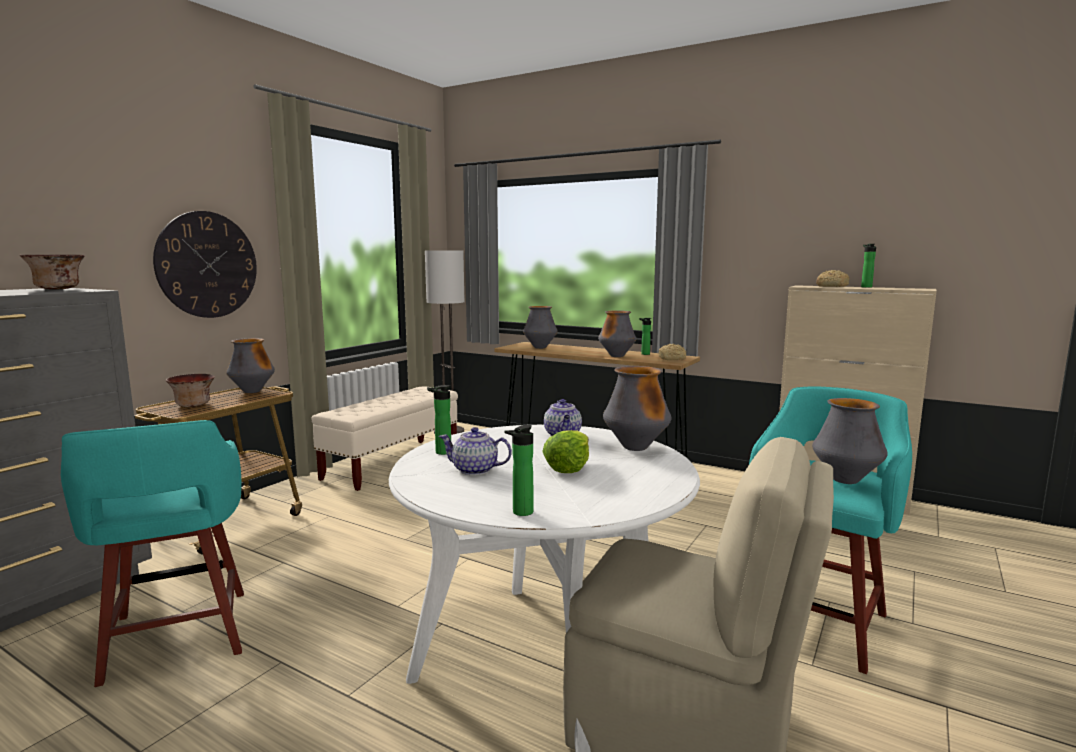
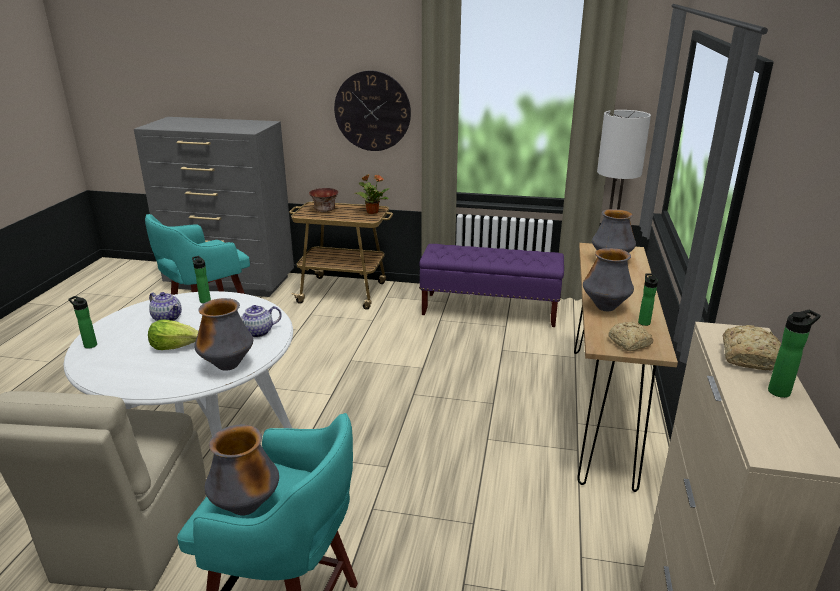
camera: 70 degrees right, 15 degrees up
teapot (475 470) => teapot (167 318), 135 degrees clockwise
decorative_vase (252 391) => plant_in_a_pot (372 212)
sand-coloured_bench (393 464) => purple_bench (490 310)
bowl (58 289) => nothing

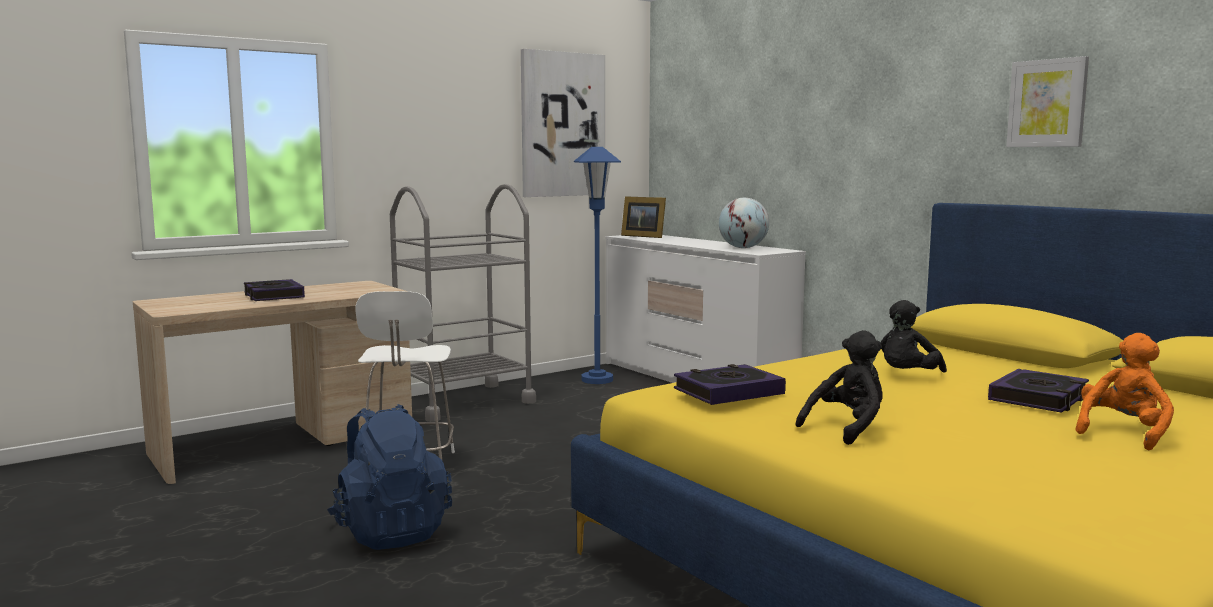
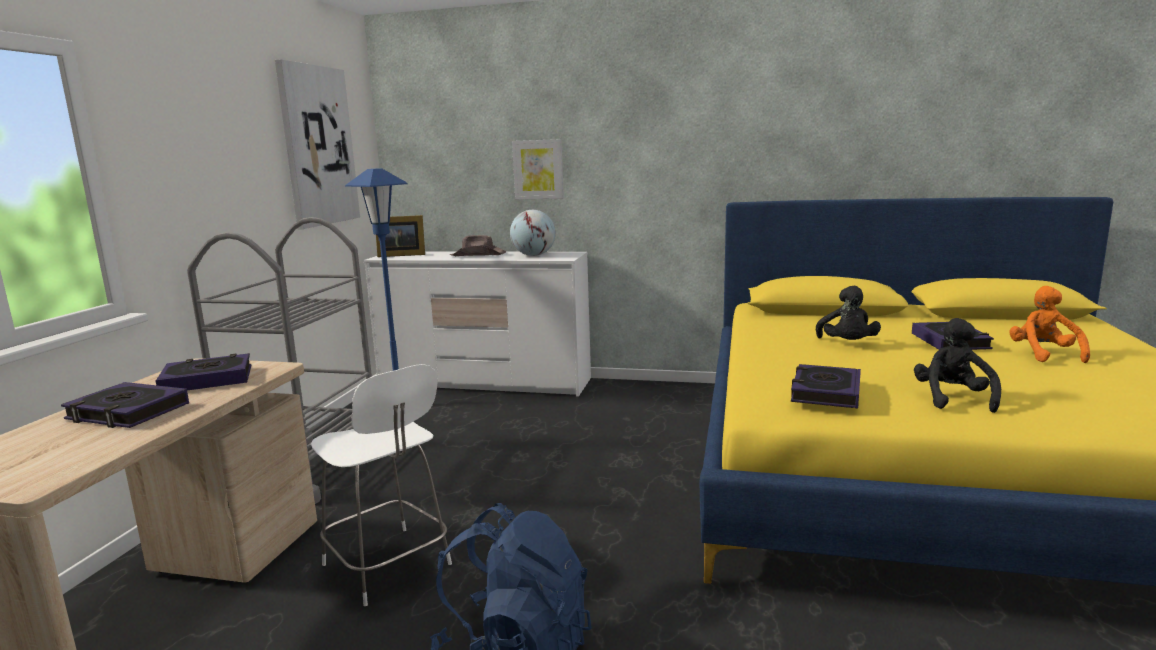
camera: 40 degrees left, 5 degrees up
nothing => bound_book (207 380)
nothing => brownish_wearable_hat (478 255)
wall_picture (1047 103) => wall_picture (538 169), move

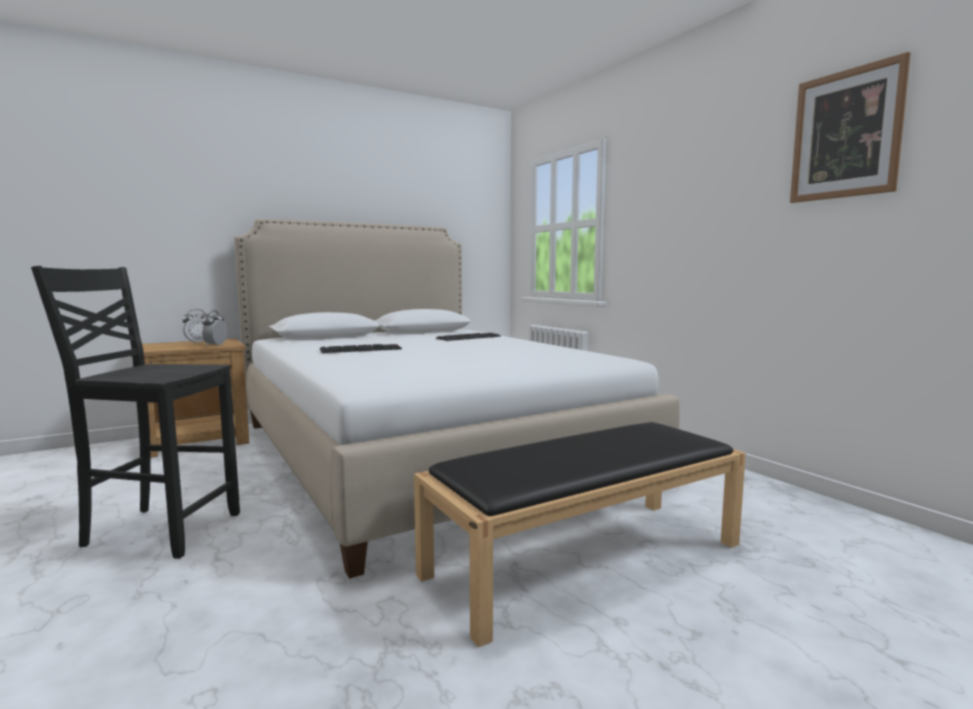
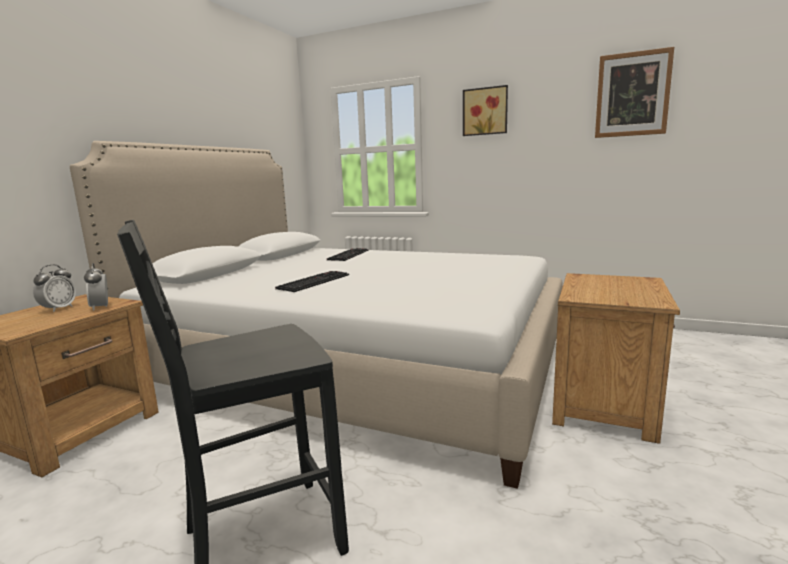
camera: 35 degrees left, 5 degrees up
nothing => wall_picture (485 111)
black_bench (586 558) => brownish_night_table (604 404)

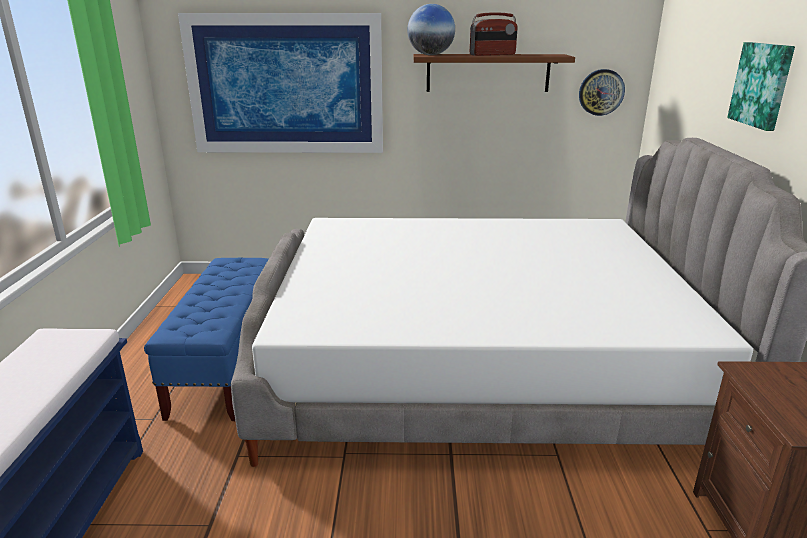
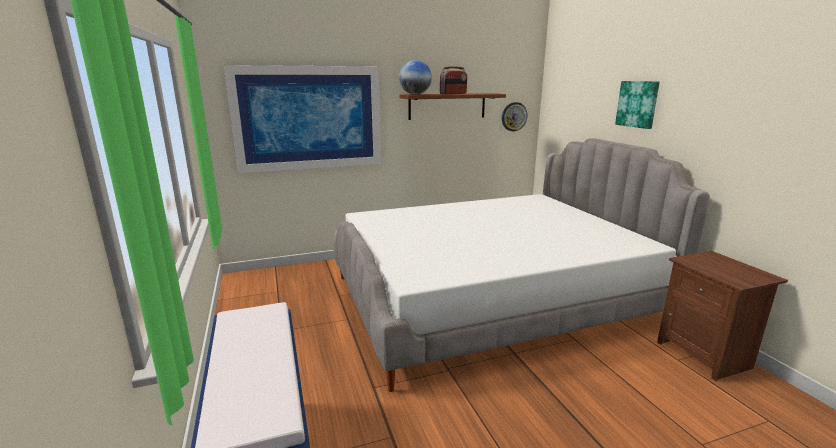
camera: 20 degrees left, 5 degrees down
bluish_bench (228 366) => nothing

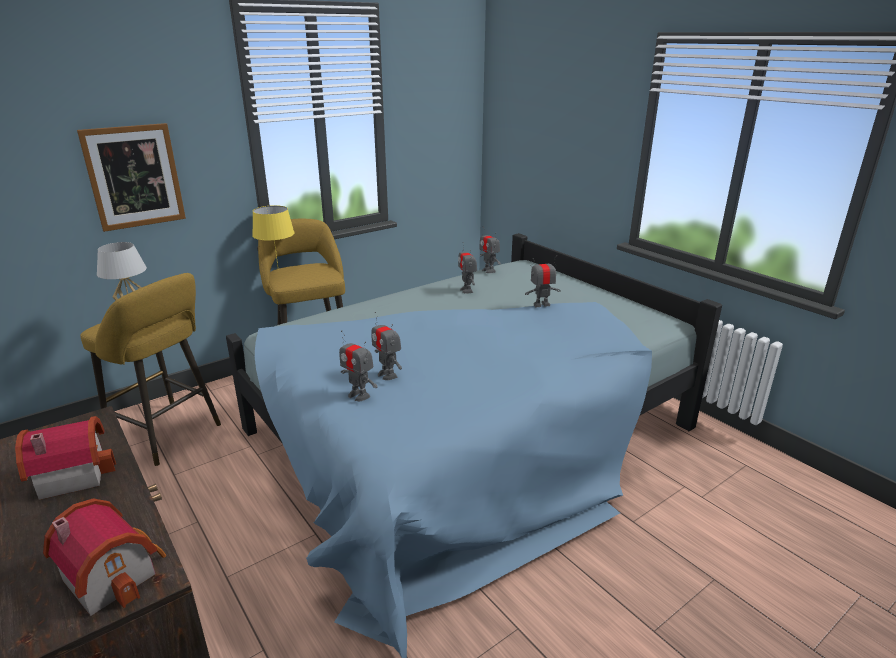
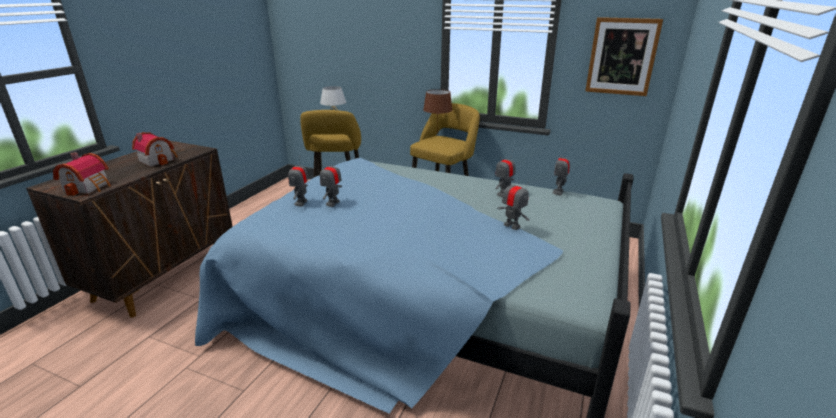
camera: 60 degrees right, 0 degrees up
yellowish_table_lamp (277 269) => brownish_table_lamp (437 135)
wall_picture (134 177) => wall_picture (622 57), move

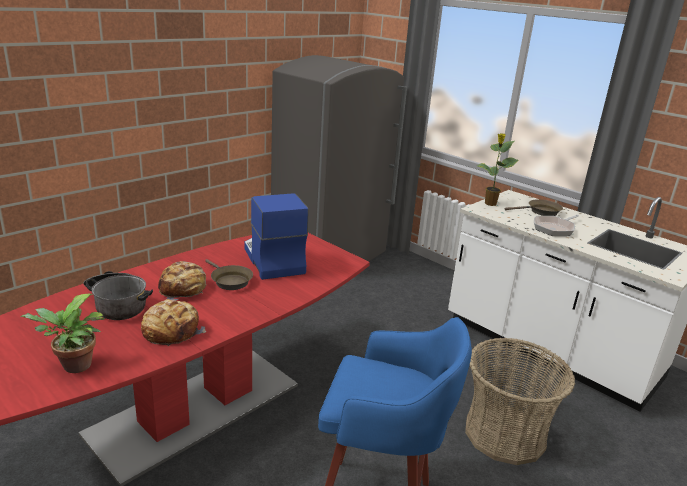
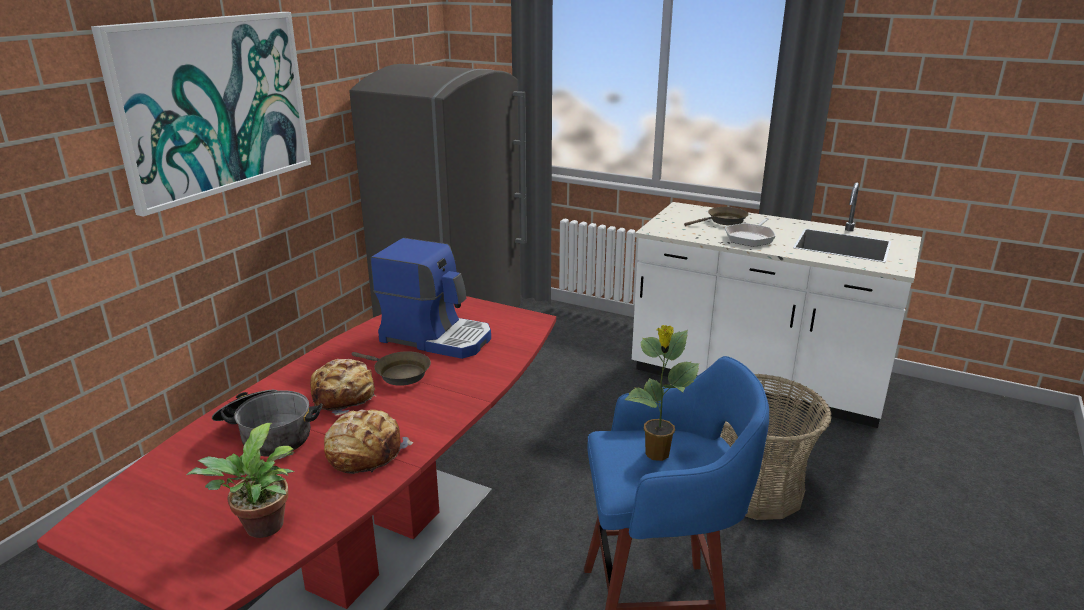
camera: 15 degrees left, 0 degrees up
nothing => wall_picture (214 106)
coffee_machine (272 260) => coffee_machine (437 337), 150 degrees clockwise
plant_in_a_pot (490 204) => plant_in_a_pot (657 454), move

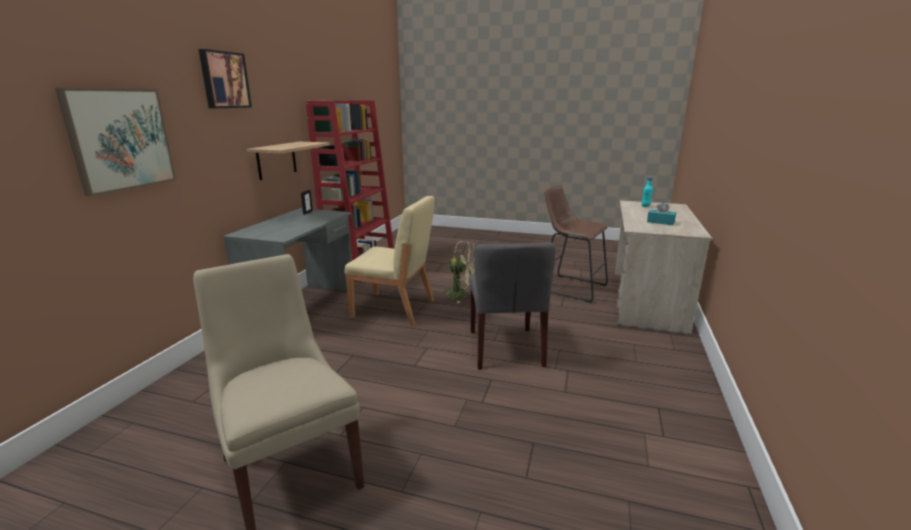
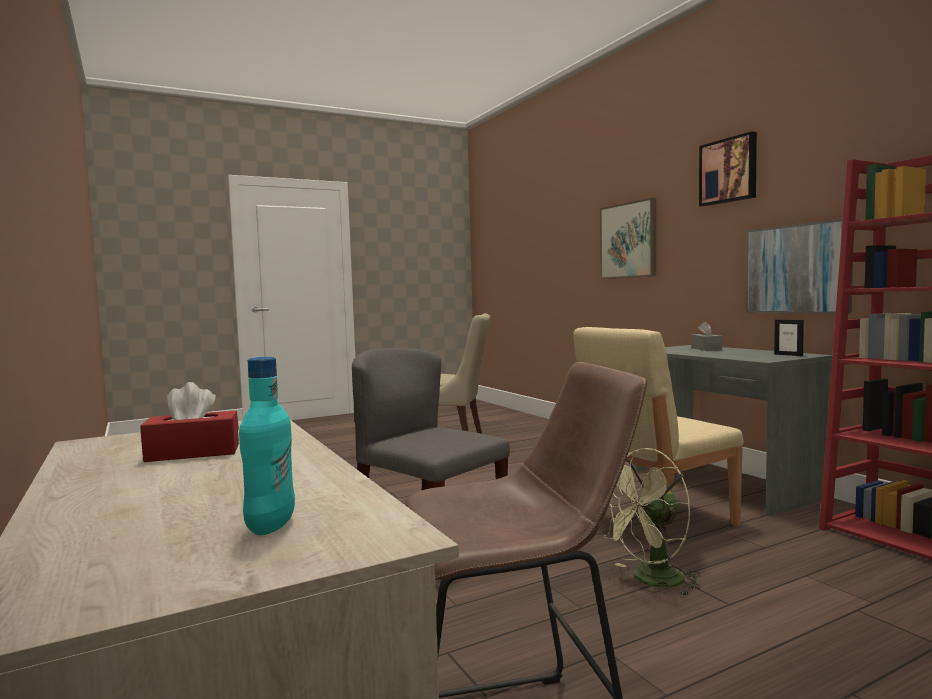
camera: 135 degrees right, 15 degrees down
turquoise_tissue_box (660 222) => red-coloured_tissue_box (193 453)
nothing => greyish_tissue_box (706 349)
bracket_shelf (276 160) => wall_picture (797 269)

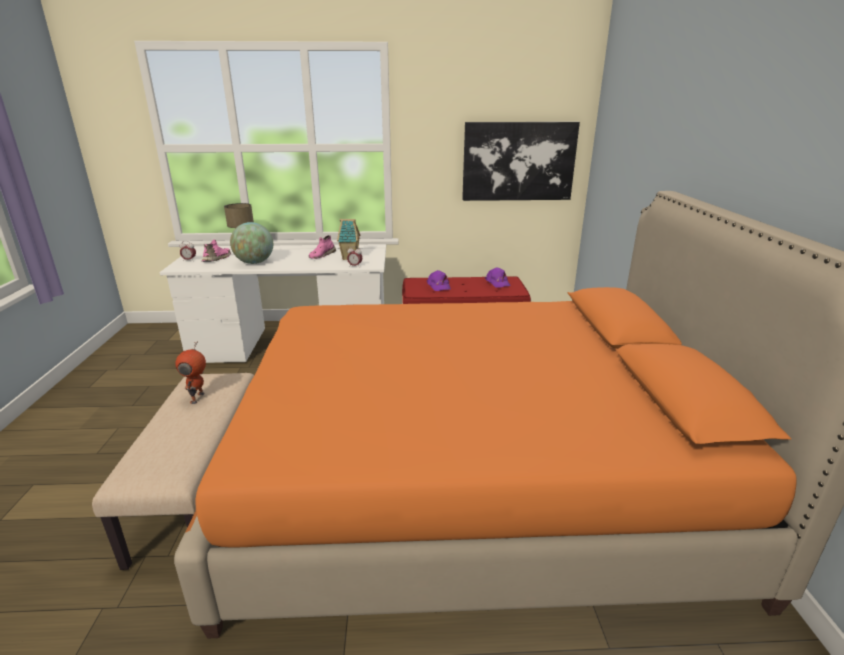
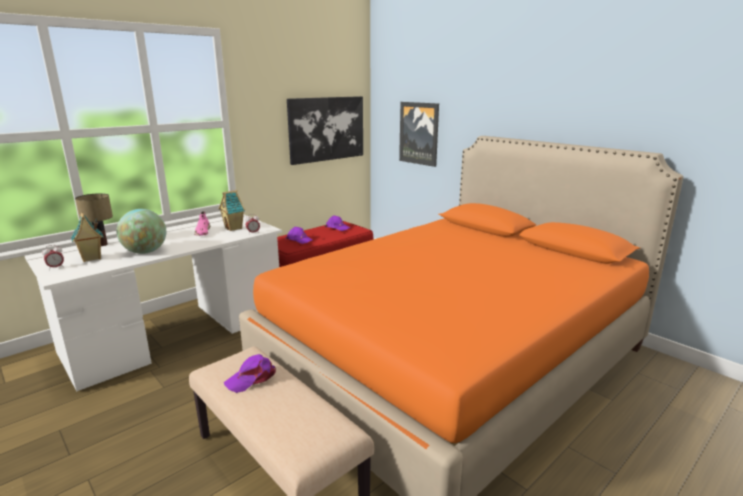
camera: 40 degrees left, 5 degrees down
pinkish_shoe (218 259) => model_house (91 258)
model_robot (198 398) => purple_peaked_cap (252 378)
nothing => wall_picture (419 133)

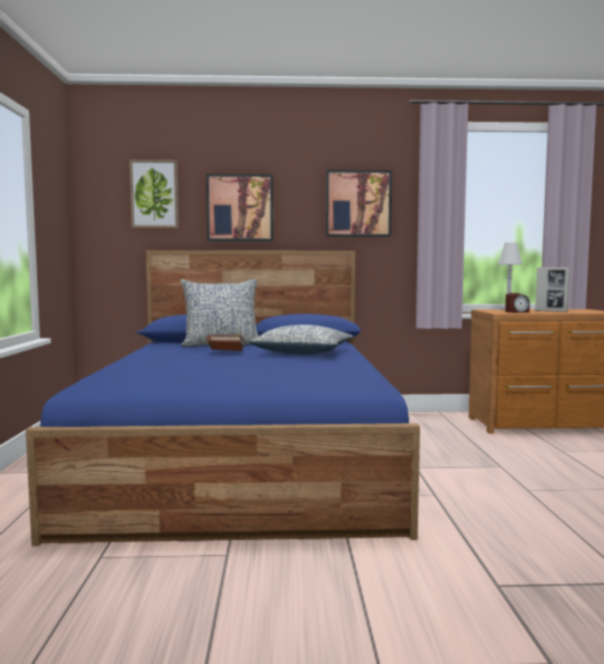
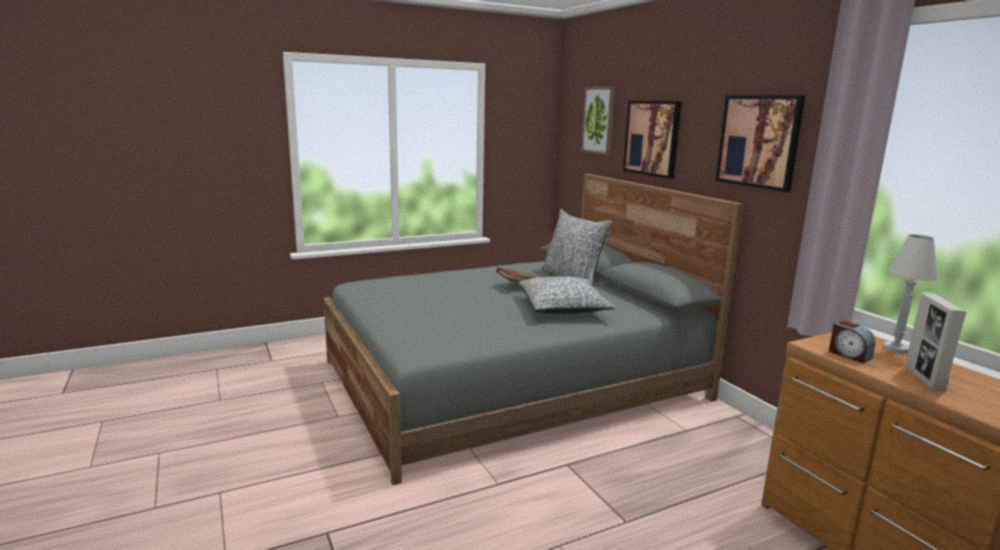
camera: 65 degrees right, 10 degrees up
bluish_bed (245 457) => greyish_bed (513 380)

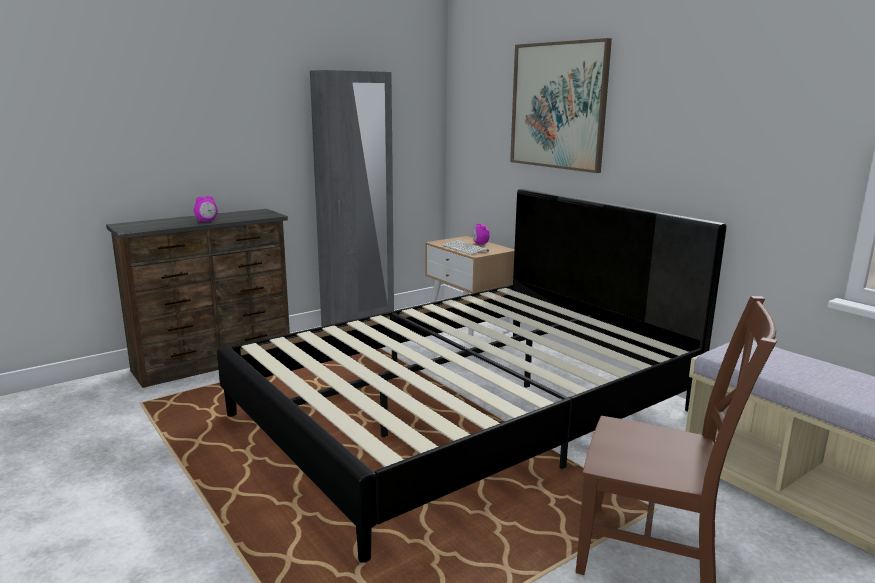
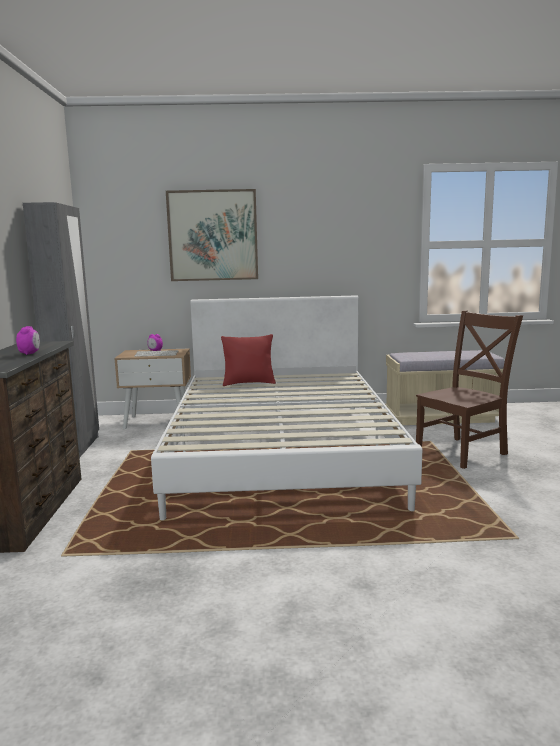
camera: 55 degrees left, 5 degrees down
black_bed (466 413) => whitish_bed (282 451)
nothing => red-coloured_pillow (249 383)

